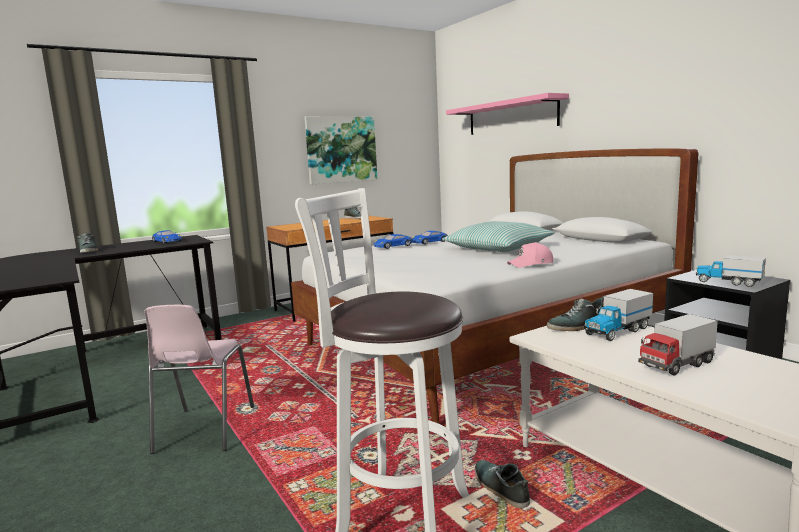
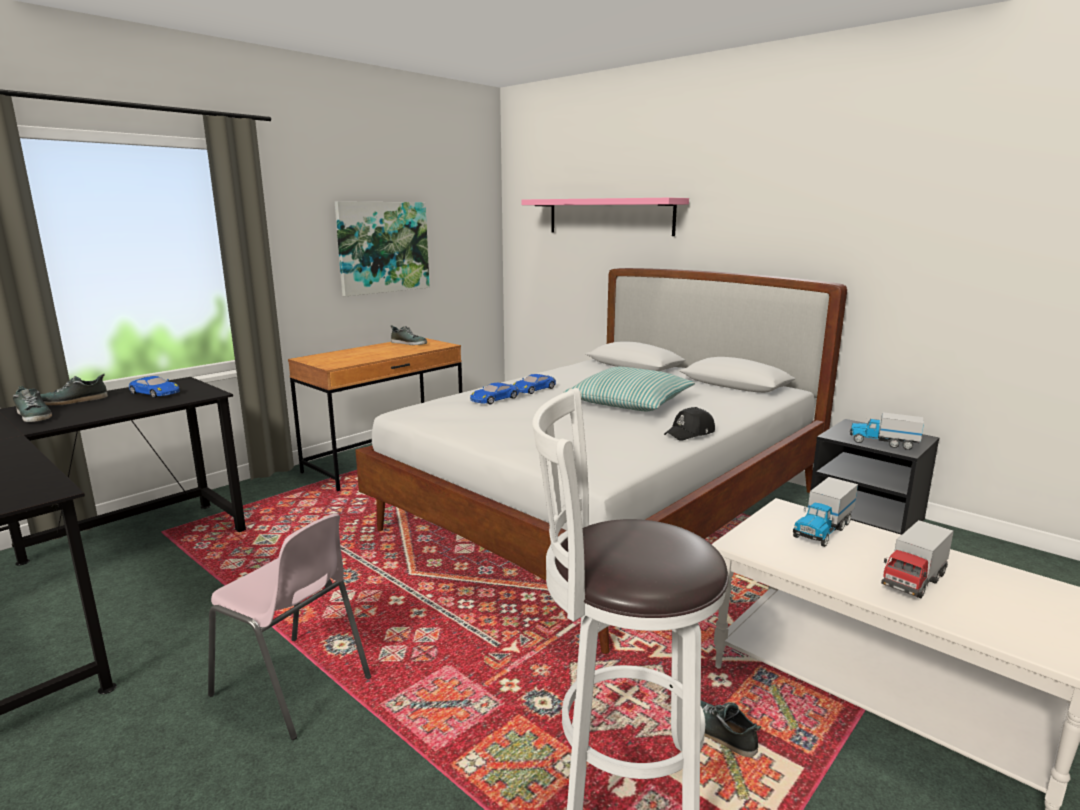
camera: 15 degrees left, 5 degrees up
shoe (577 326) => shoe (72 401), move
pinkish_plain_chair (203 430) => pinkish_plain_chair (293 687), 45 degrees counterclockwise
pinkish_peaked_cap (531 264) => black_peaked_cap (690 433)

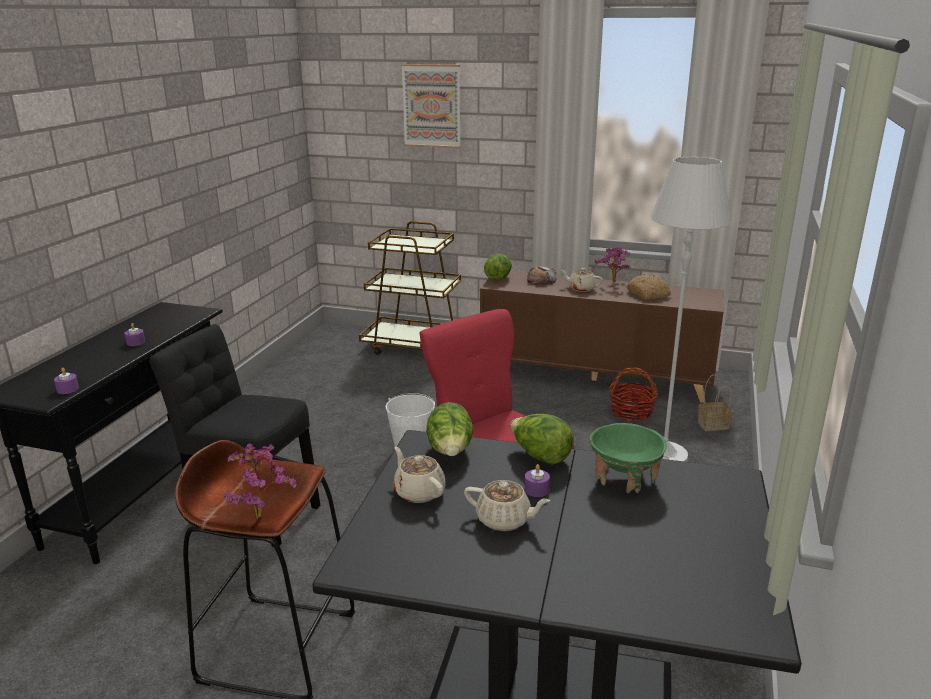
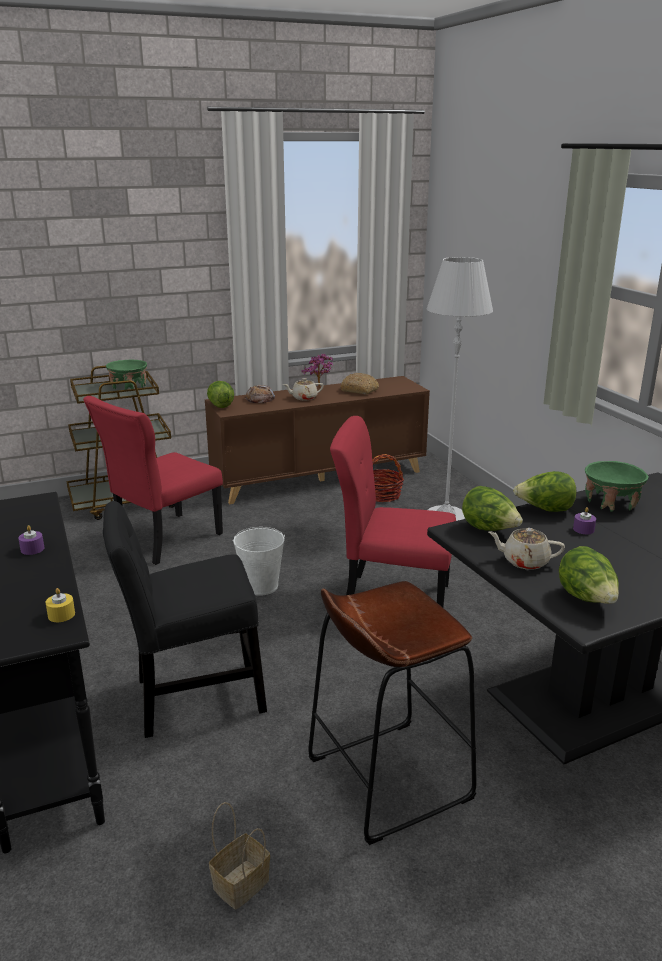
camera: 40 degrees left, 0 degrees up
purple_wax_candle (67 389) => yellowish_wax_candle (61 615)
nothing => red-coloured_plain_chair (164 540)
nothing => greenish_bowl (129 387)
household_basket (712 425) => household_basket (240 886), move
nothing => lettuce (587 599)
plant_in_a_pot (262 513) => nothing
wall_picture (432 106) => nothing
sand-coloured_teapot (504 520) => nothing

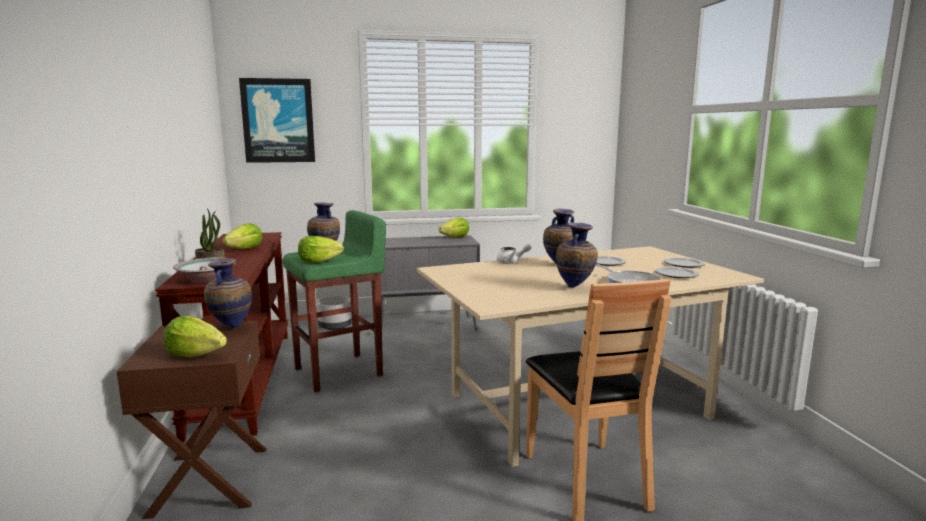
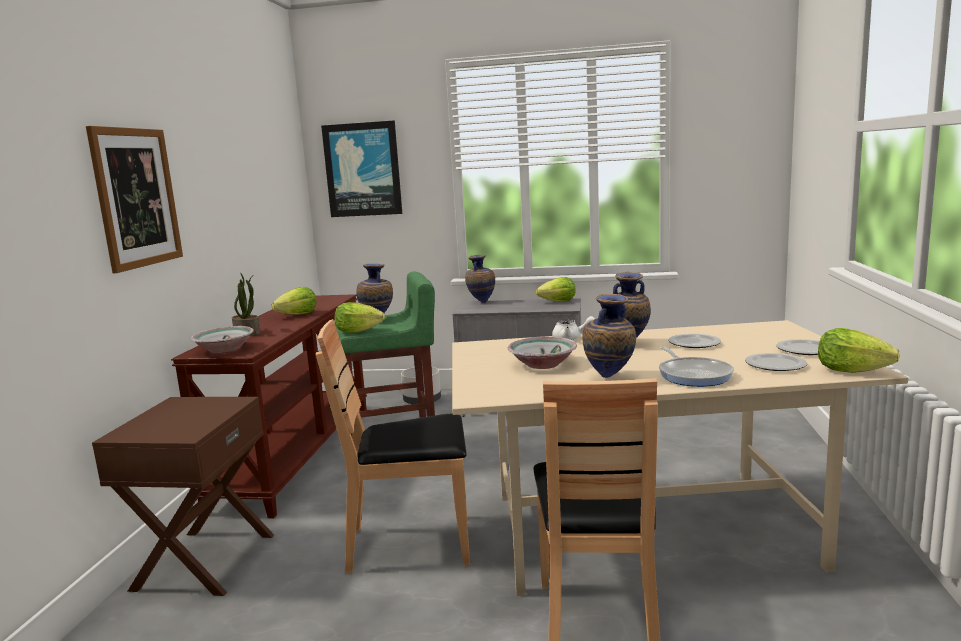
camera: 20 degrees right, 0 degrees up
nothing => wall_picture (136 197)
nothing => brownish_plain_chair (411 544)
decorative_vase (231 328) => decorative_vase (481 302), move
nothing => bowl (542 364)
lettuce (195 355) => lettuce (851 371), move

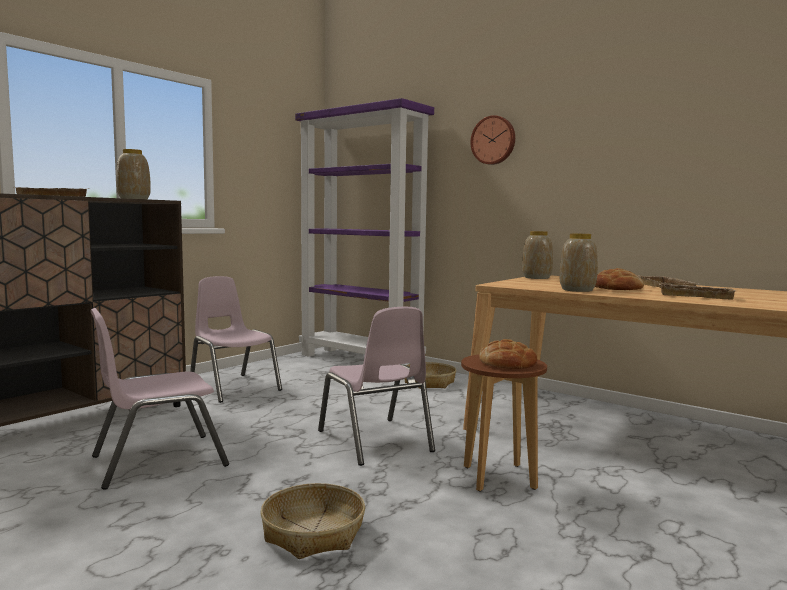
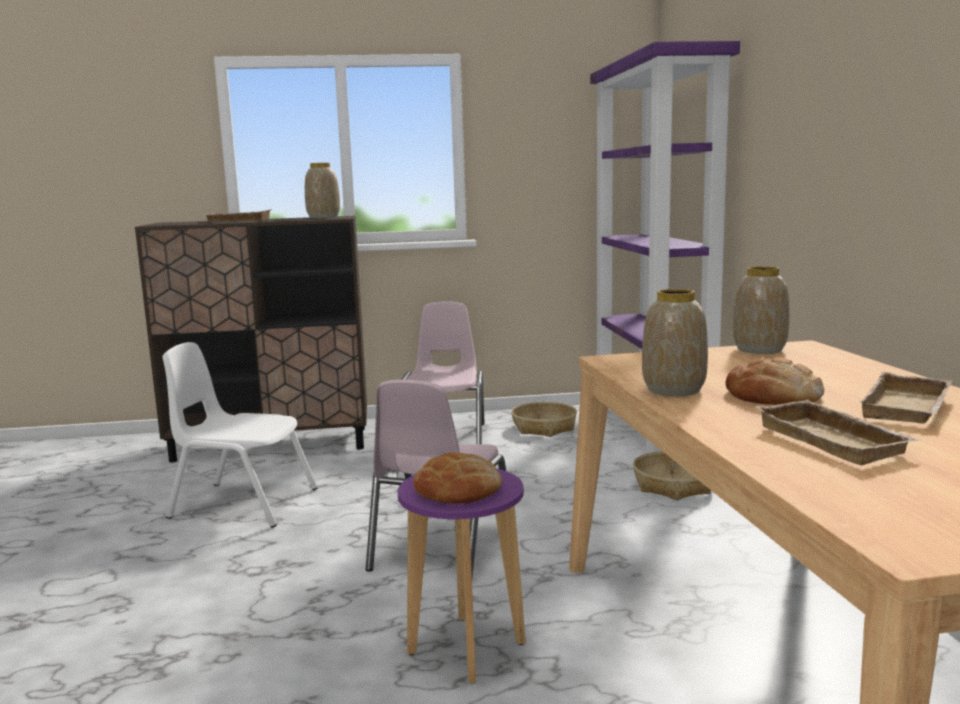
camera: 45 degrees right, 5 degrees up
pinkish_plain_chair (158 461) => whitish_plain_chair (243 503)
brownish_stool_seat (498 477) => purple_stool_seat (465 648)
household_basket (313 533) => household_basket (544 427), move
hanging_clock (493 140) => nothing

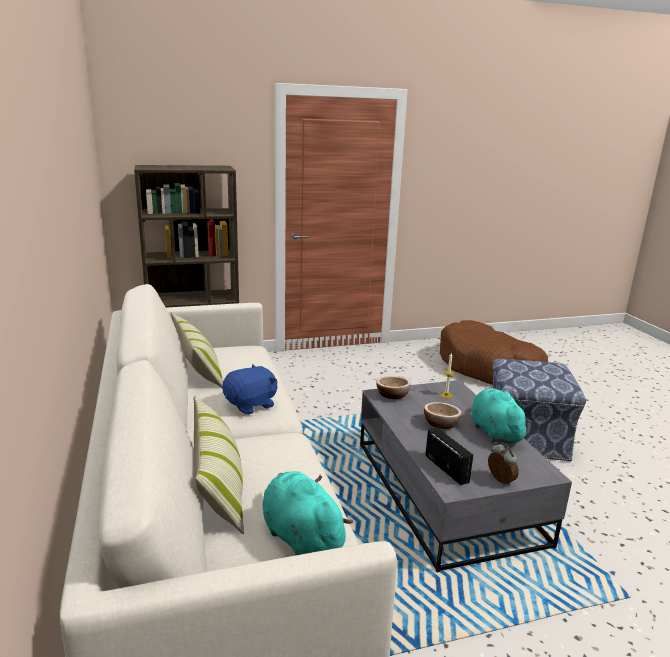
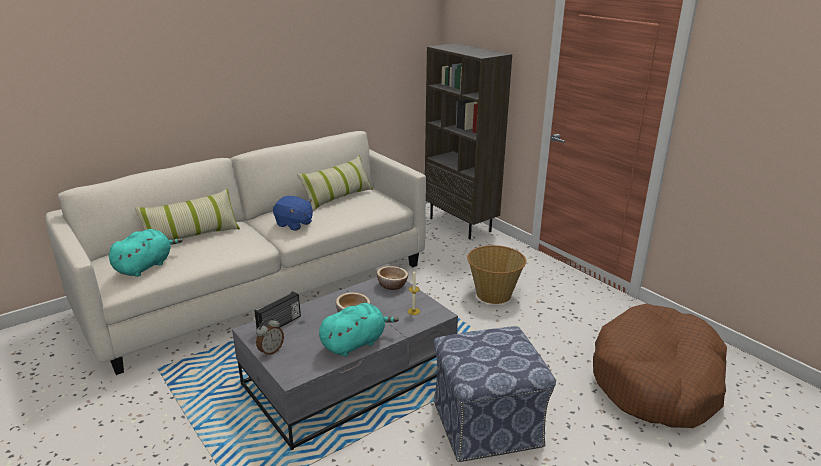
camera: 70 degrees right, 5 degrees up
nothing => household_basket (493 294)

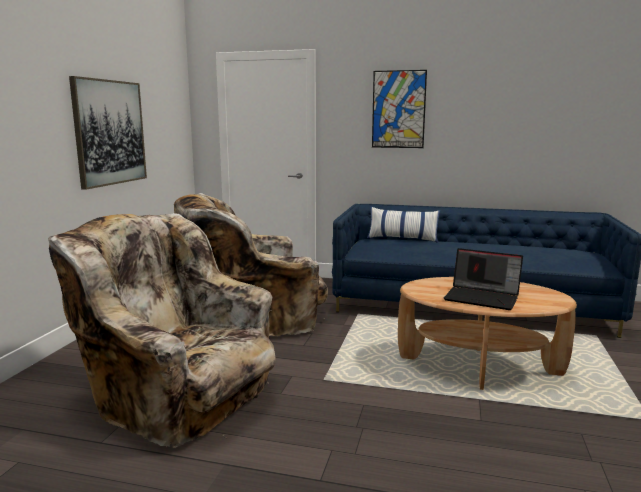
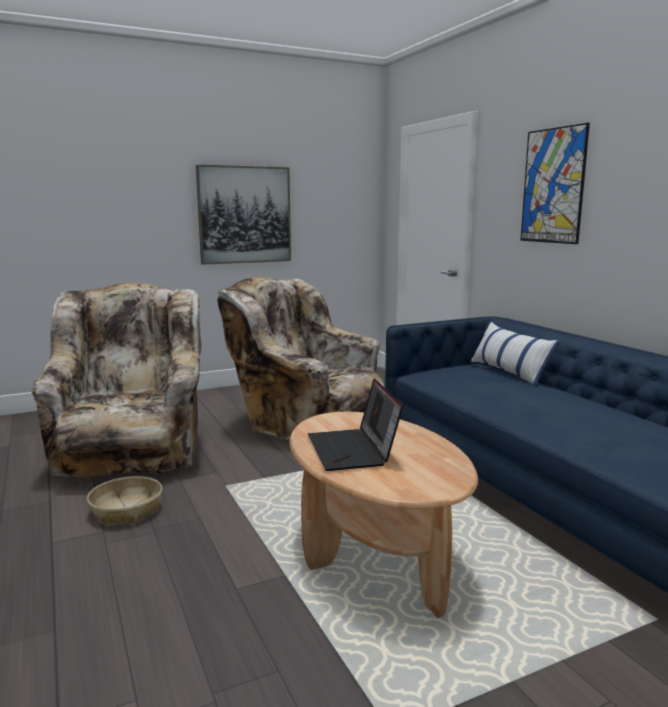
camera: 50 degrees right, 0 degrees up
nothing => household_basket (127 509)

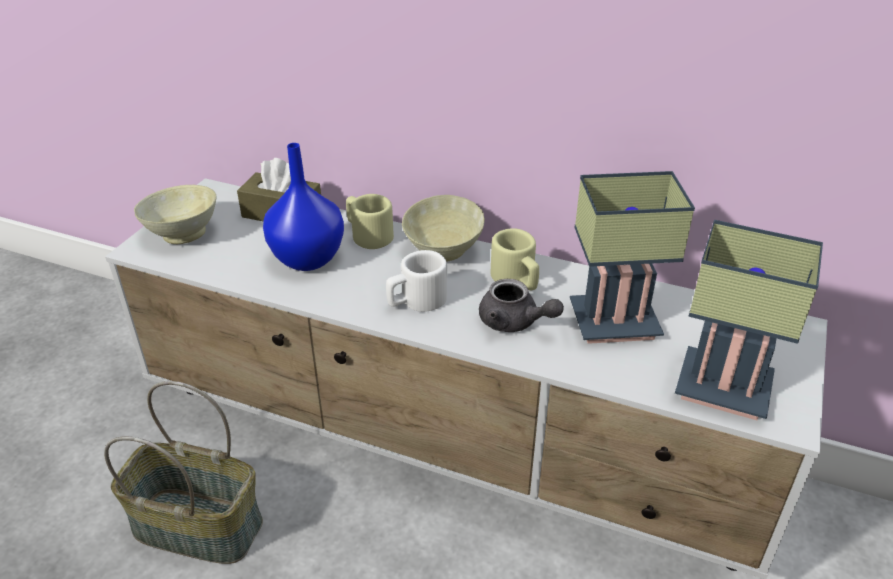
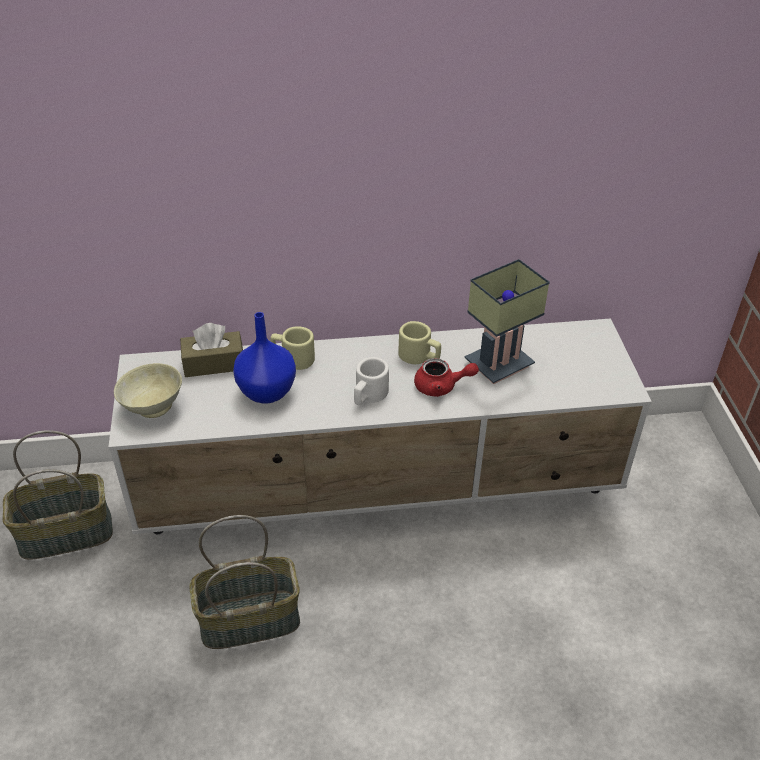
camera: 30 degrees left, 5 degrees up
nothing => household_basket (65 535)
greyish_teapot (514 322) => red-coloured_teapot (441 387)
sand-coloured_bowl (442 251) => nothing
table_lamp (727 387) => nothing

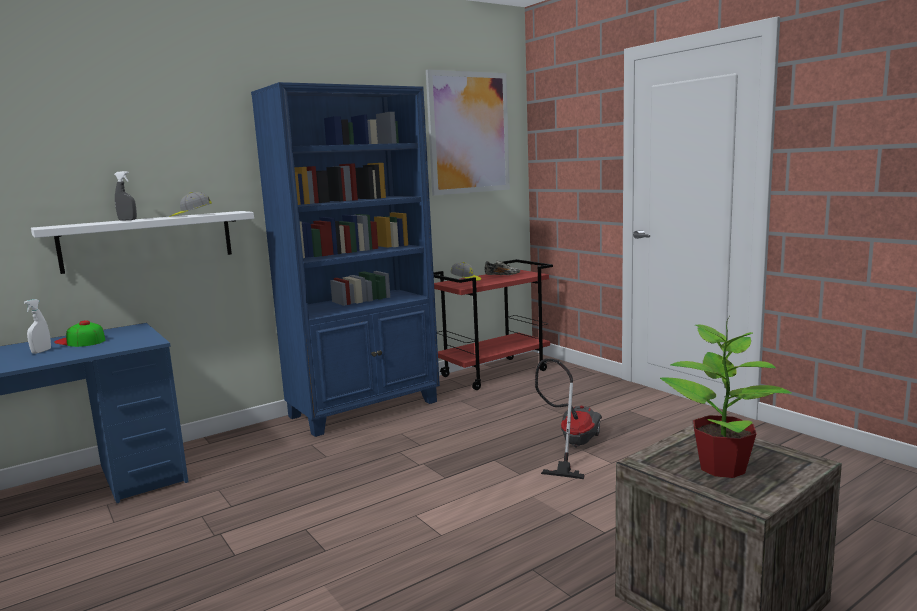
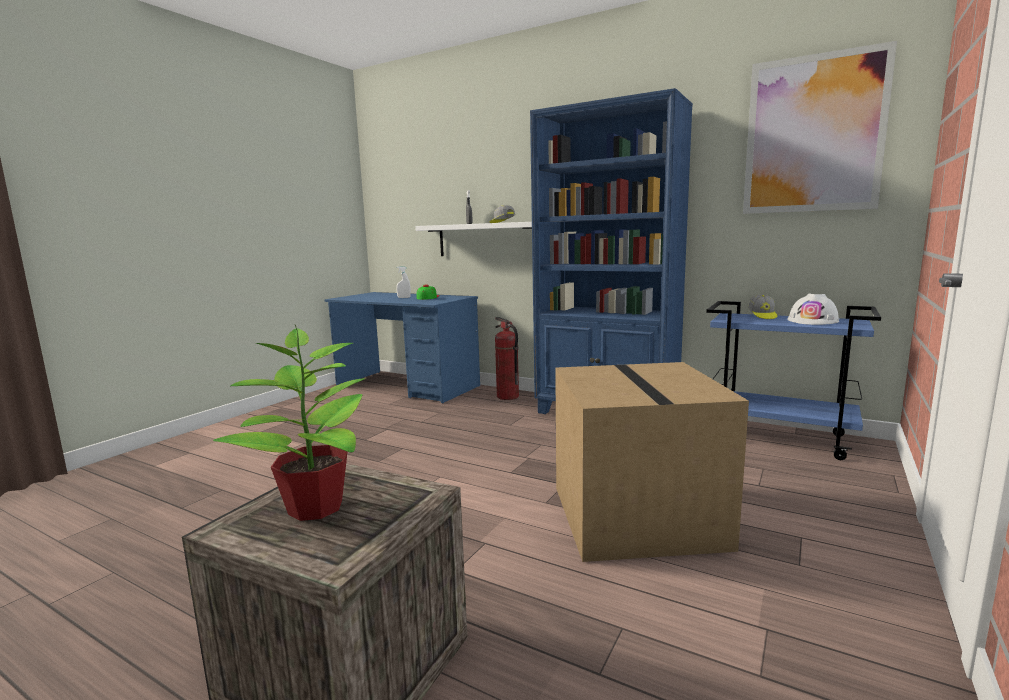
camera: 65 degrees right, 0 degrees up
nothing => fire-fighting_cylinder (507 396)
hoover (571 446) => packing_box (639 517)
red-coloured_trolley (494 373) => bluish_trolley (780 438)
shoe (502 275) => whitish_hard_hat (812 320)

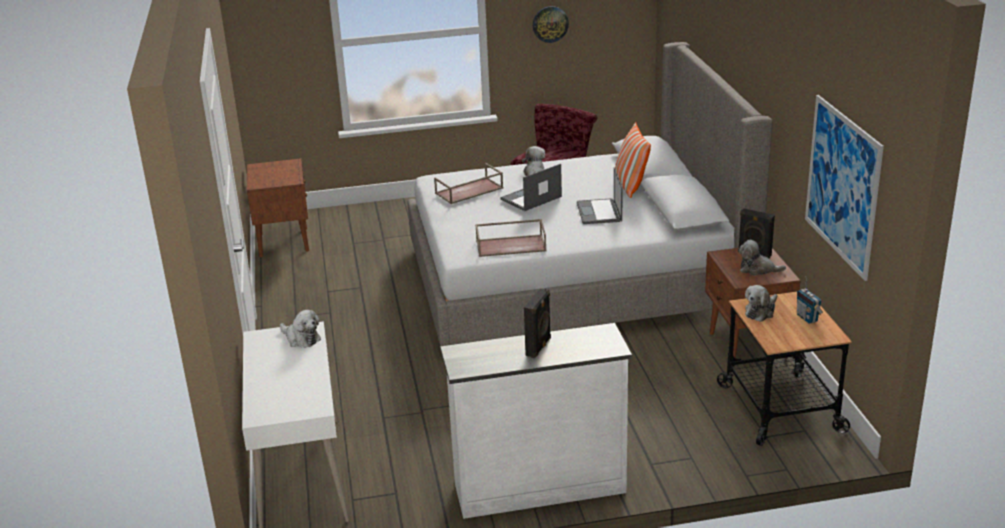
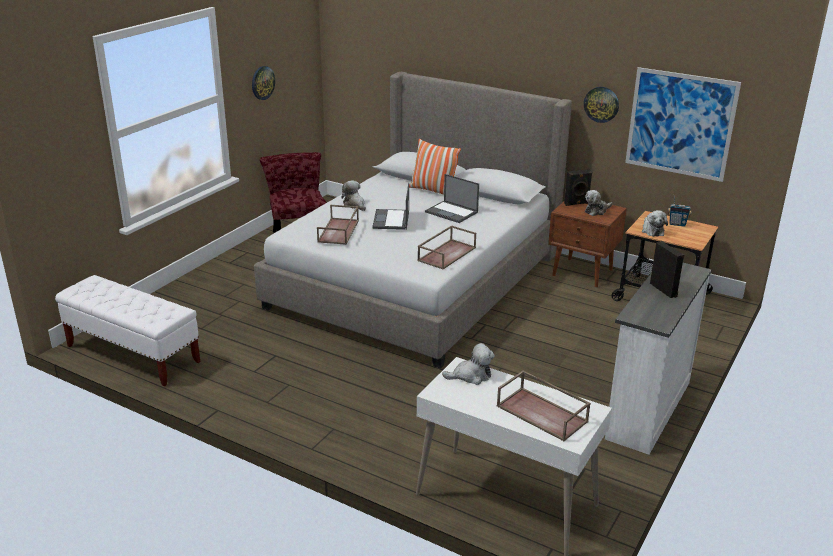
camera: 50 degrees left, 0 degrees up
brownish_night_table (284 242) => whitish_bench (133 354)
nothing => brownish_tray (543 414)
nothing => hanging_clock (601 104)

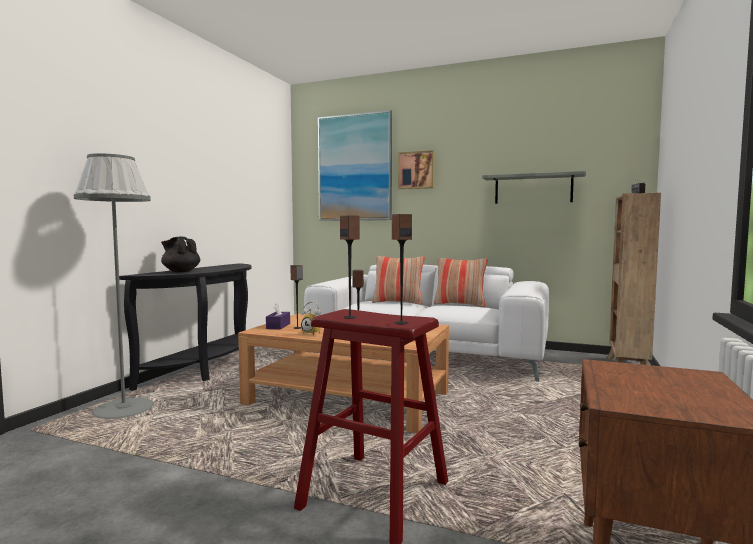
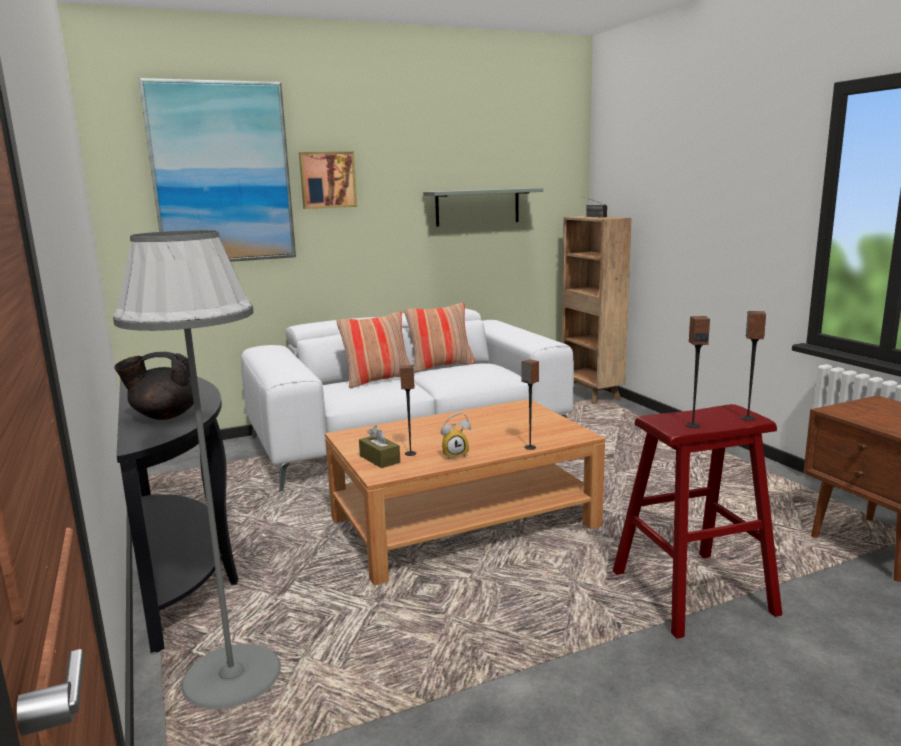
camera: 45 degrees left, 10 degrees up
purple_tissue_box (278 326) => brownish_tissue_box (379 459)

